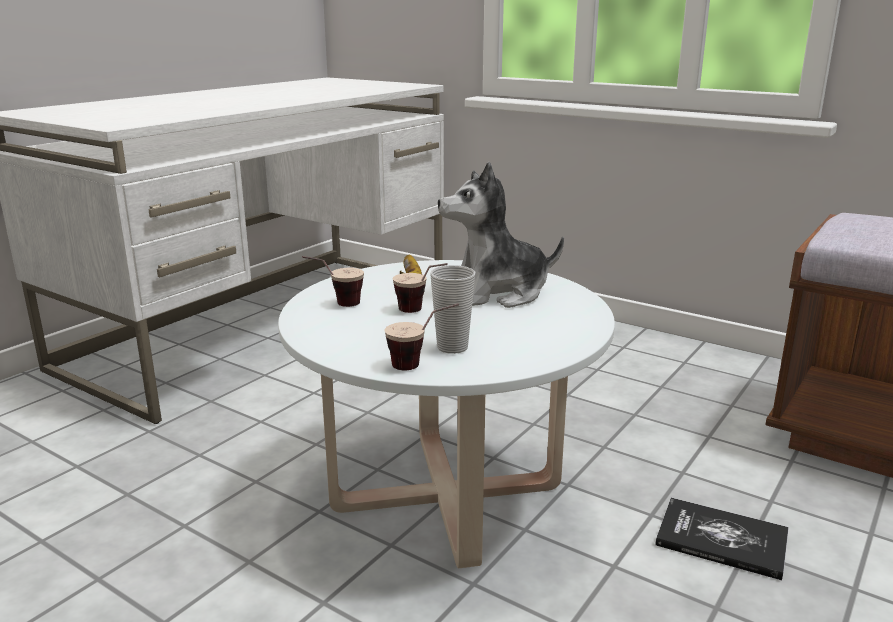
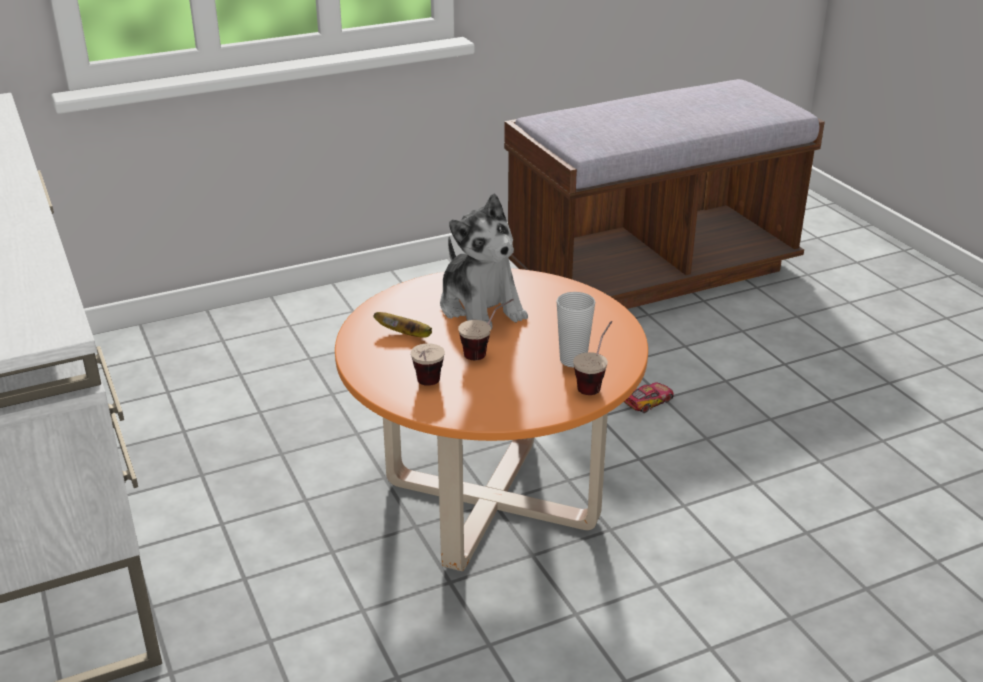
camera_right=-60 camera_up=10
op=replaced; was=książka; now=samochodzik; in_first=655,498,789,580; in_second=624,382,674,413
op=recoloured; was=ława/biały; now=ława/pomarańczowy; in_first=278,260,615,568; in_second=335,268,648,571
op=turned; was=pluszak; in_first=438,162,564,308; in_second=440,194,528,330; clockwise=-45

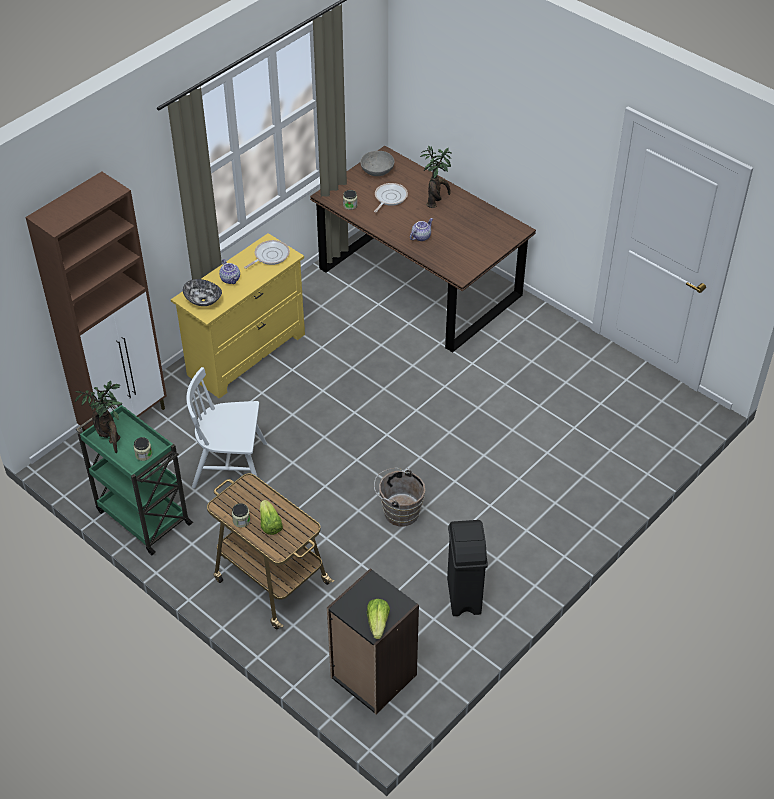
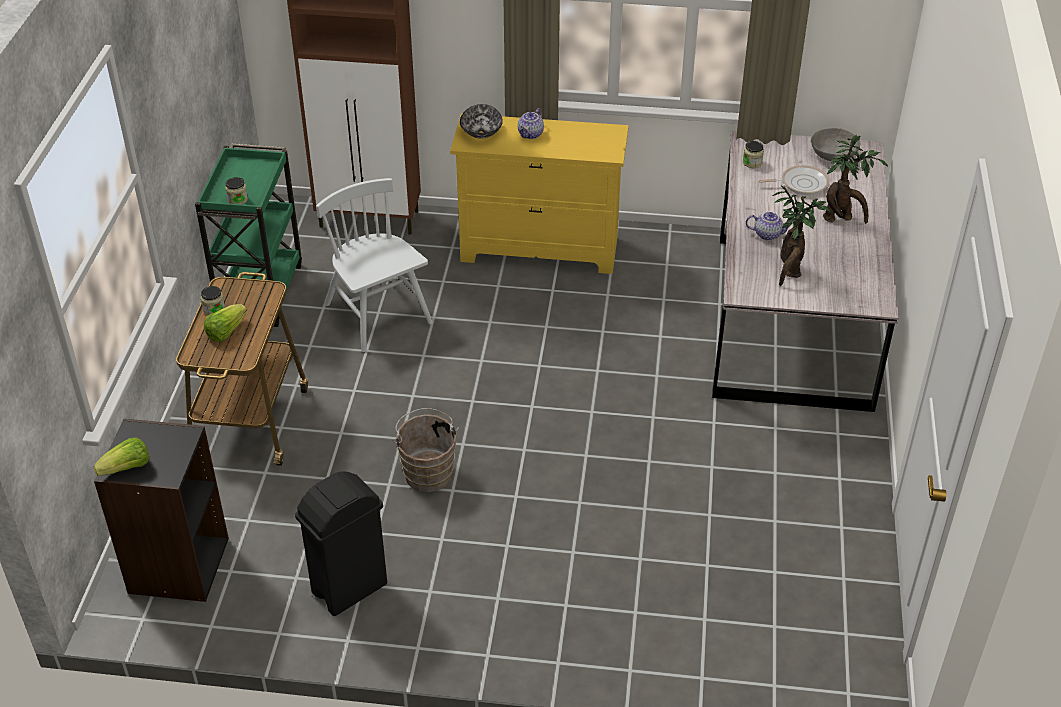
camera_right=55 camera_up=-5
op=removed; was=patelnia; in_first=244,240,290,269
op=moved; was=roślina doniczkowa; in_first=75,381,123,453; in_second=772,186,831,286
op=recoloured; was=stół jadalny/brązowy; now=stół jadalny/szary; in_first=310,146,536,353; in_second=712,131,899,412

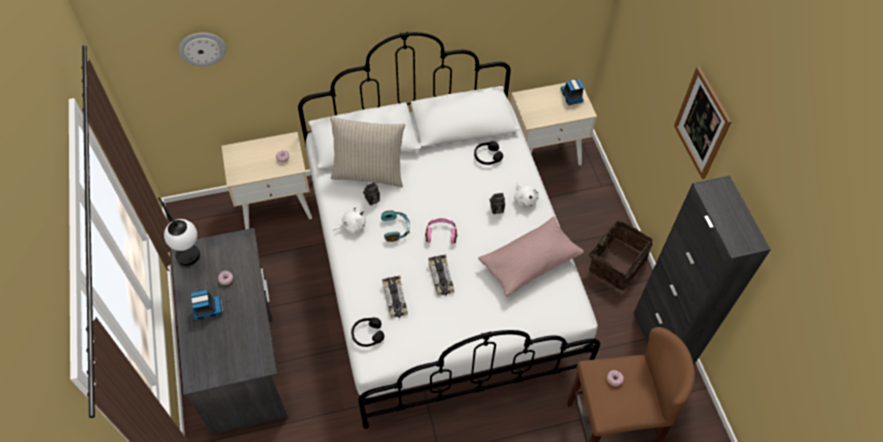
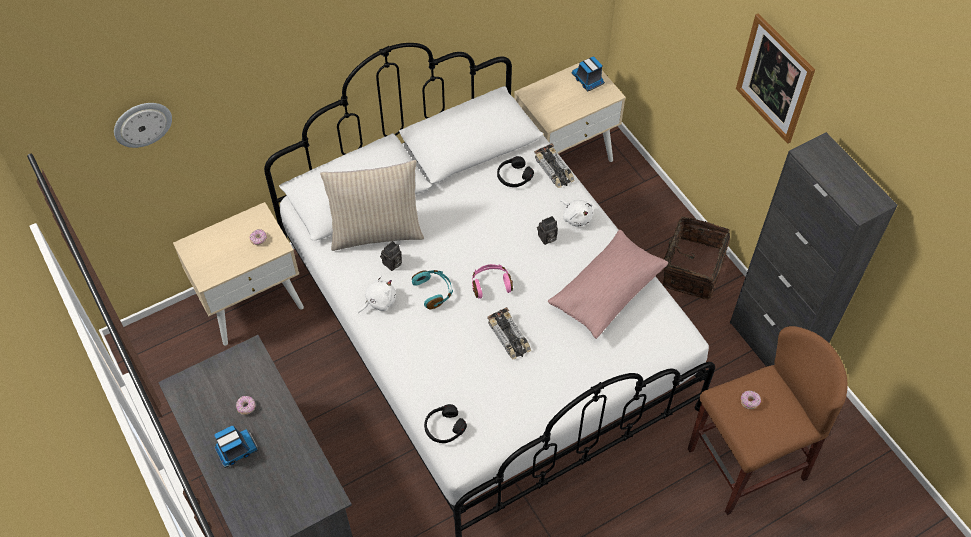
camera_right=-15 camera_up=0
op=removed; was=lampa stołowa; in_first=158,197,200,266
op=moved; was=samochodzik; in_first=382,276,408,318; in_second=535,143,575,188

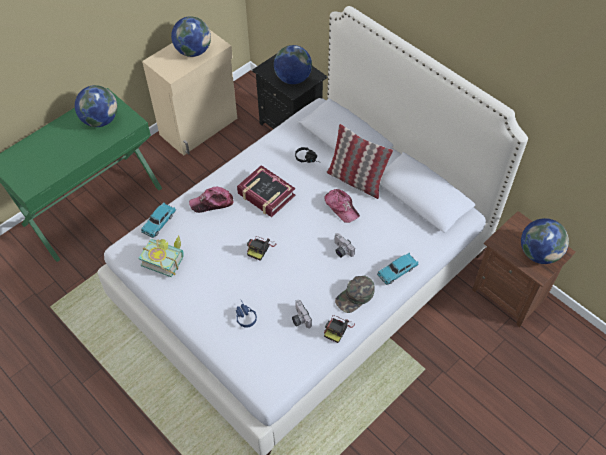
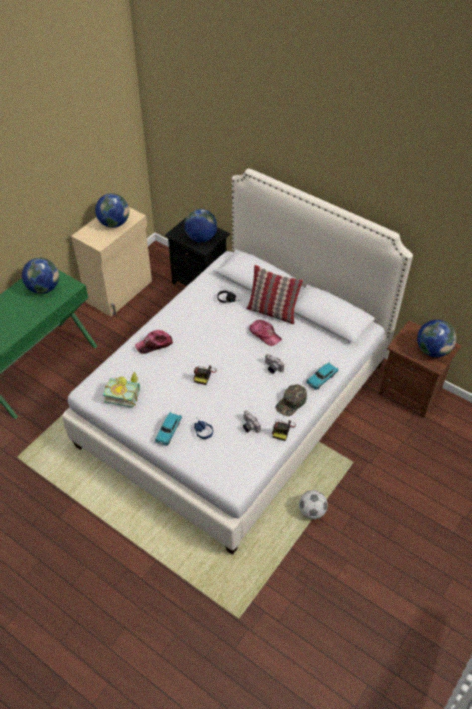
camera_right=-10 camera_up=-5
op=removed; was=książka; in_first=237,165,295,217
op=added; now=piłka futbolowa; in_second=299,490,328,519
op=moved; was=samochodzik/turkusowy; in_first=141,202,176,238; in_second=155,412,182,446

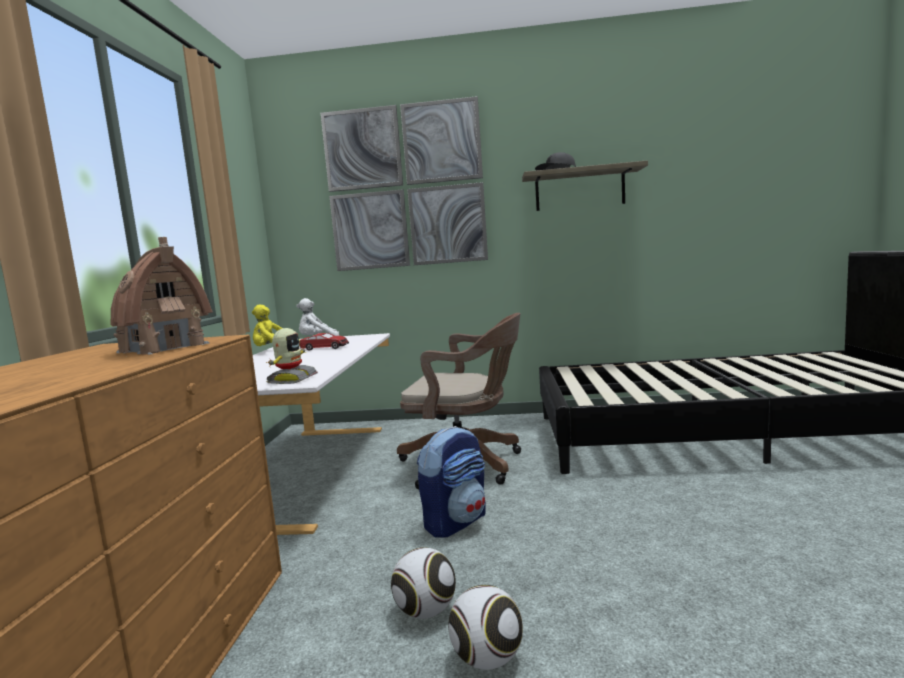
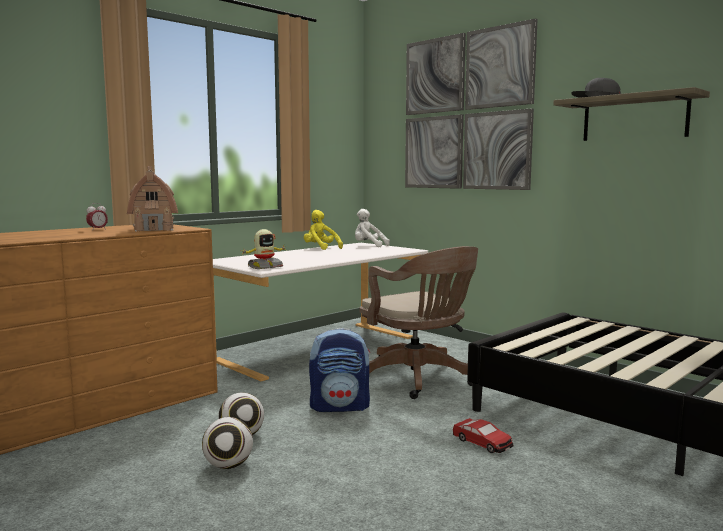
camera_right=40 camera_up=0
op=added; now=budzik; in_second=86,203,108,231
op=moved; was=samochodzik; in_first=299,333,349,351; in_second=453,418,513,453

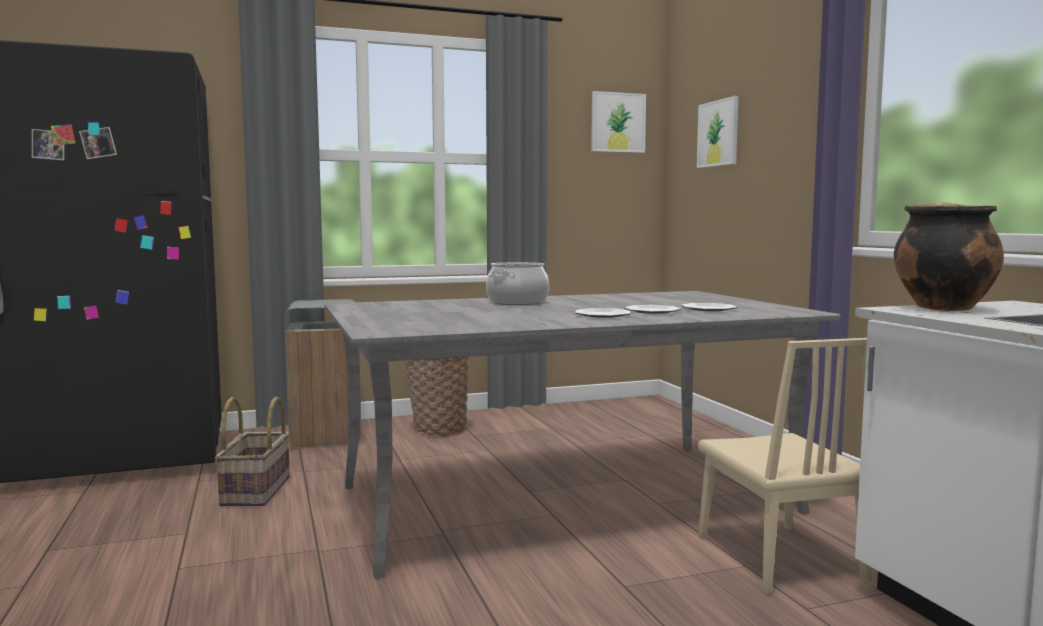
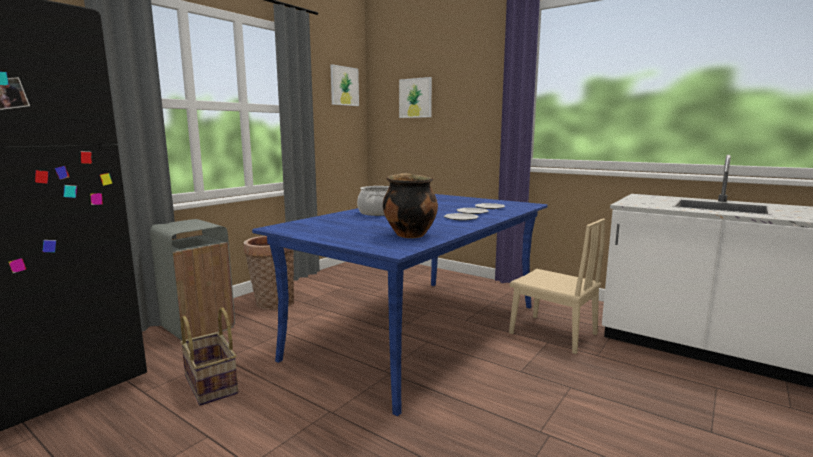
camera_right=-35 camera_up=5
op=moved; was=garnek; in_first=894,203,1004,311; in_second=383,173,438,238
op=recoloured; was=stół jadalny/szary; now=stół jadalny/niebieski; in_first=325,291,840,579; in_second=252,194,548,416

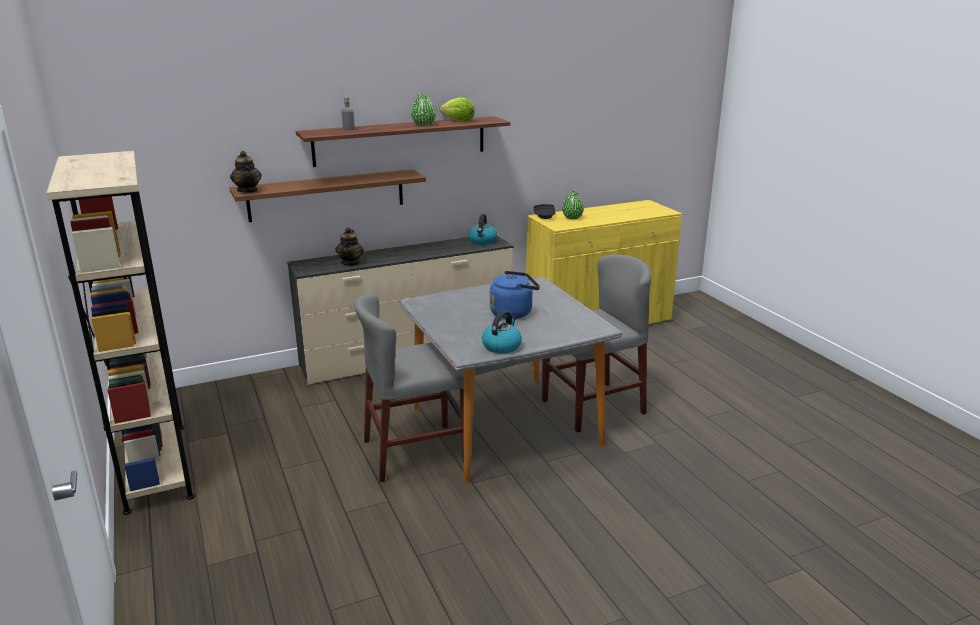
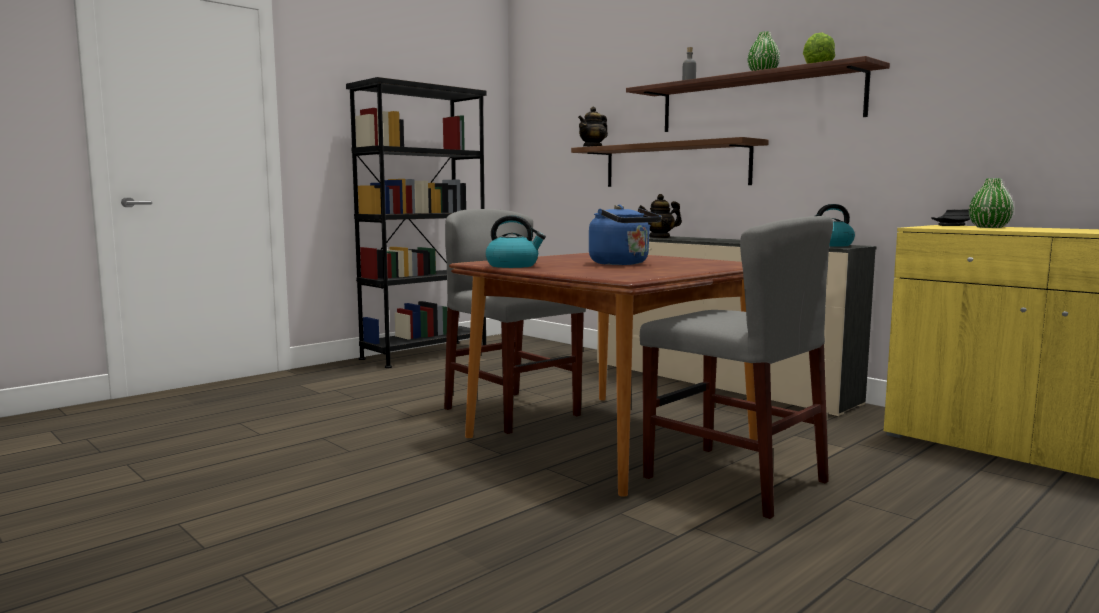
camera_right=70 camera_up=-15
op=recoloured; was=regał/beżowy; now=regał/czarny; in_first=46,151,195,515; in_second=346,77,487,368
op=recoloured; was=stół jadalny/szary; now=stół jadalny/brązowy; in_first=399,277,623,483; in_second=449,253,758,497

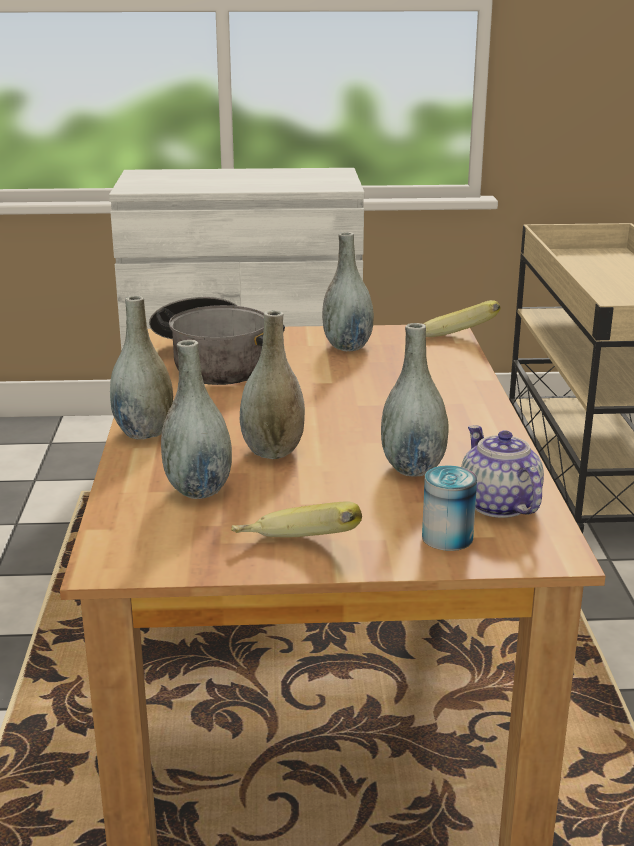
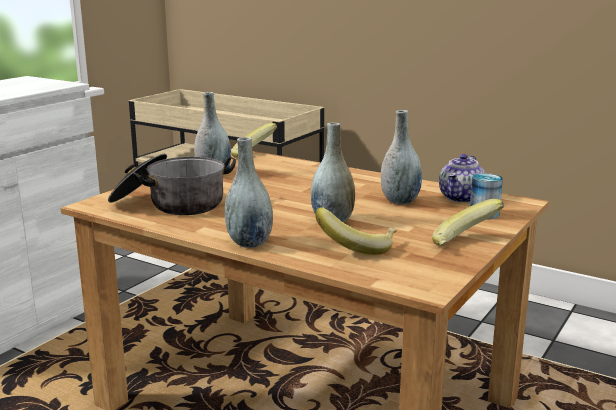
camera_right=-55 camera_up=-5
op=replaced; was=wazon/szary; now=banan; in_first=161,340,232,499; in_second=315,207,397,255
op=turned; was=imbryk; in_first=461,425,544,518; in_second=439,154,485,203; clockwise=-75

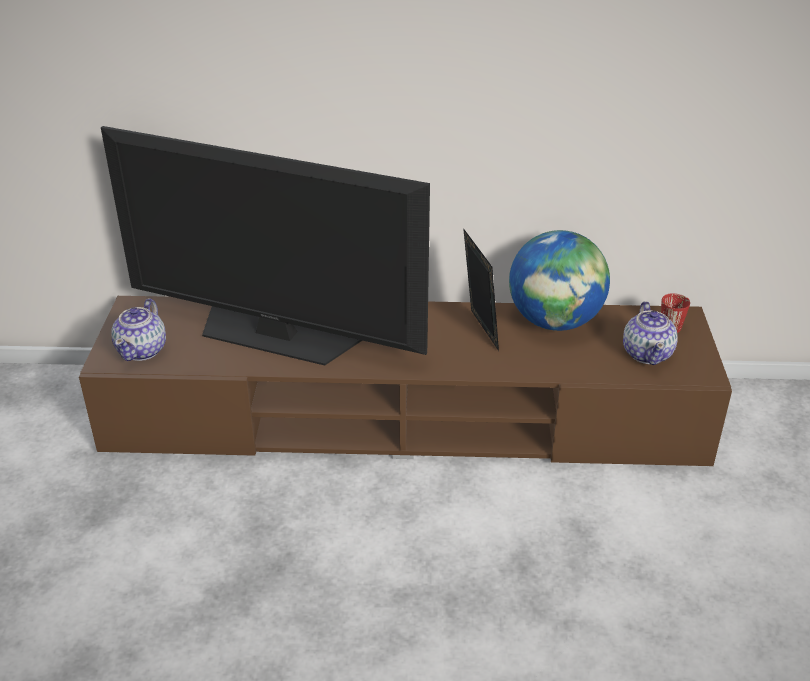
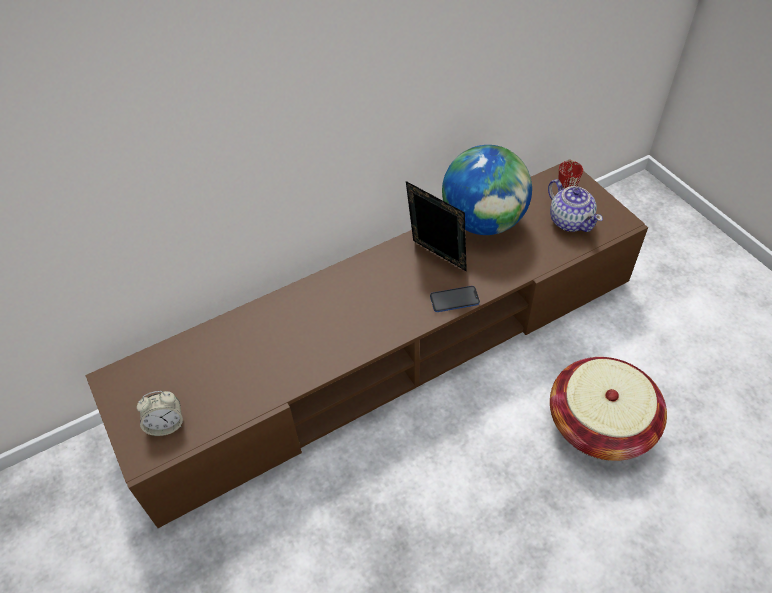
camera_right=-30 camera_up=15
op=removed; was=telewizor; in_first=101,126,430,366
op=added; now=telefon; in_second=430,286,480,312
op=added; now=koszyk; in_second=550,357,667,461
op=replaced; was=imbryk; now=budzik; in_first=111,298,166,361; in_second=137,391,183,436

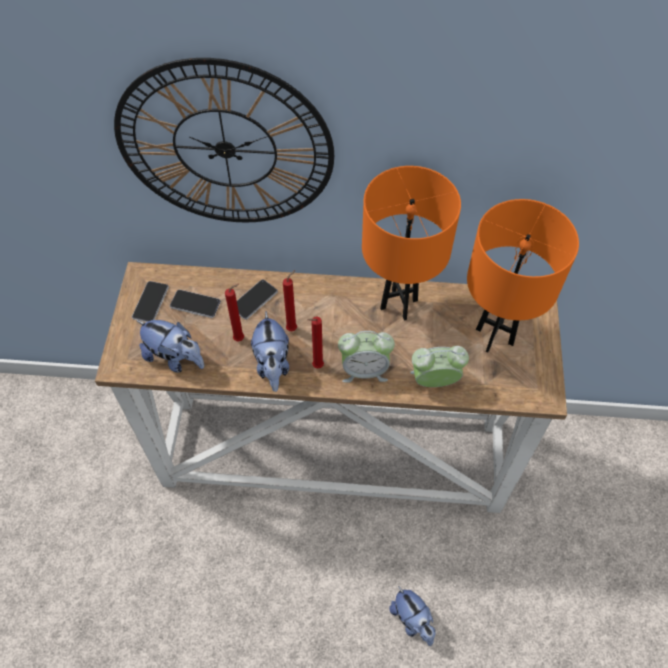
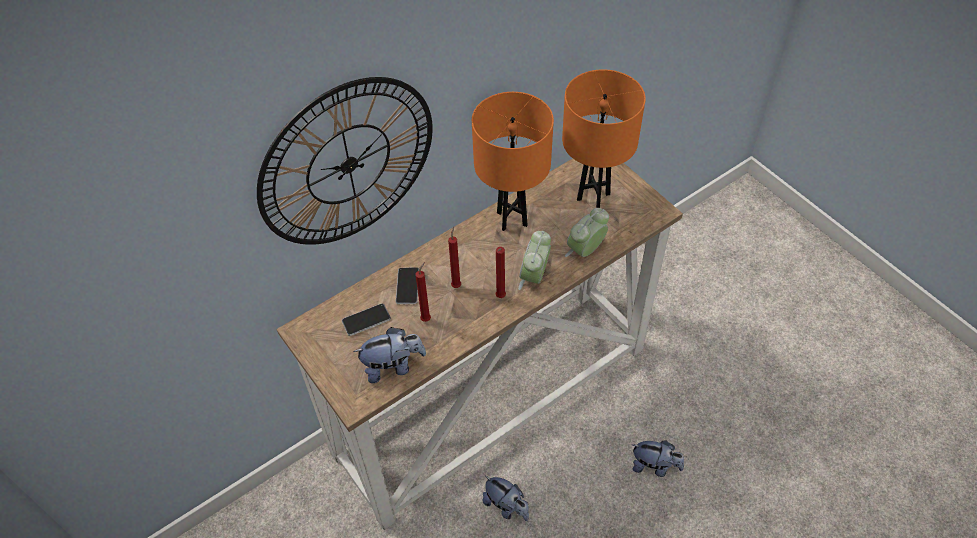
camera_right=-40 camera_up=-5
op=removed; was=telefon; in_first=132,281,169,322
op=moved; was=pluszak; in_first=251,312,289,392; in_second=483,476,529,521
op=turned; was=budzik; in_first=338,331,395,383; in_second=518,231,551,290; clockwise=150

